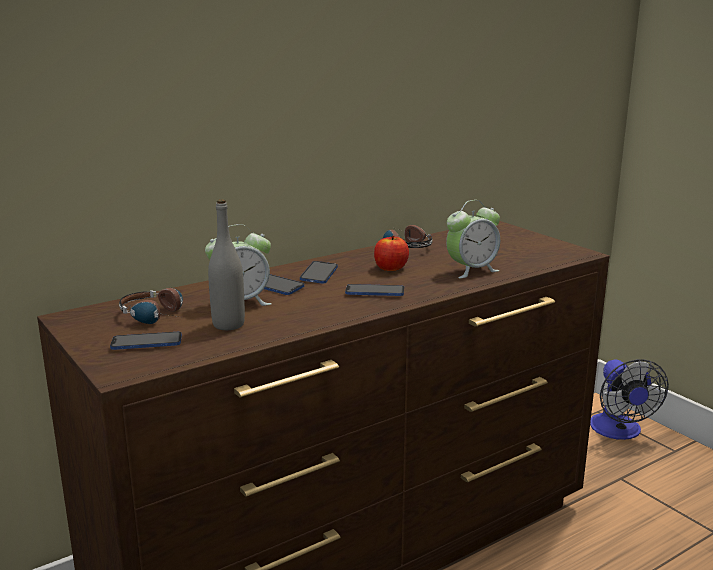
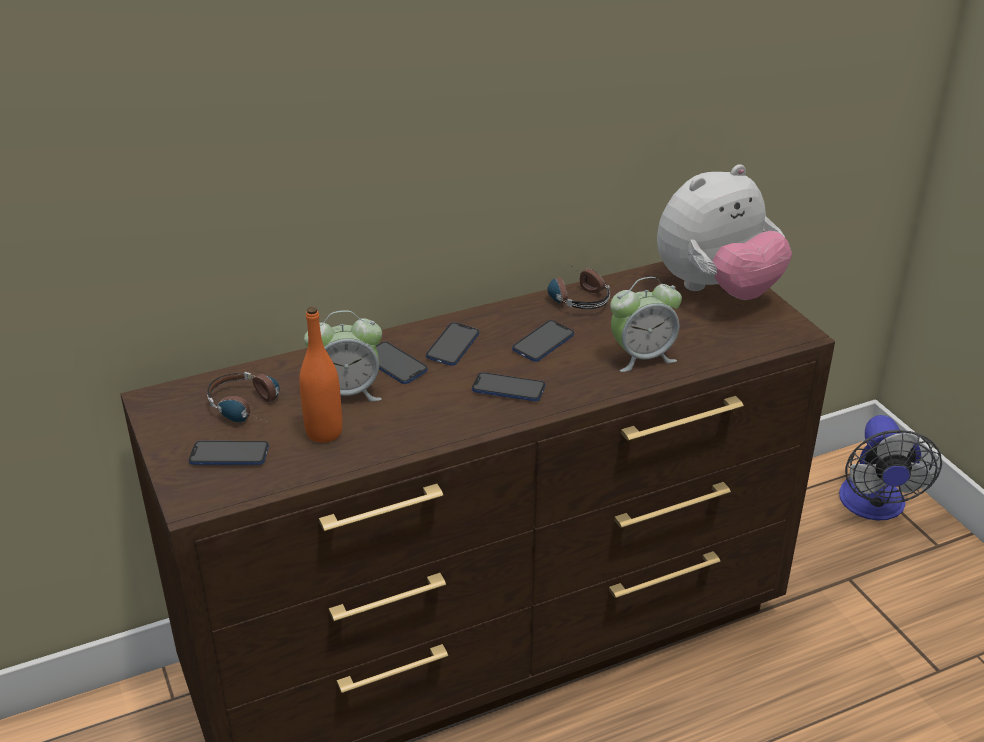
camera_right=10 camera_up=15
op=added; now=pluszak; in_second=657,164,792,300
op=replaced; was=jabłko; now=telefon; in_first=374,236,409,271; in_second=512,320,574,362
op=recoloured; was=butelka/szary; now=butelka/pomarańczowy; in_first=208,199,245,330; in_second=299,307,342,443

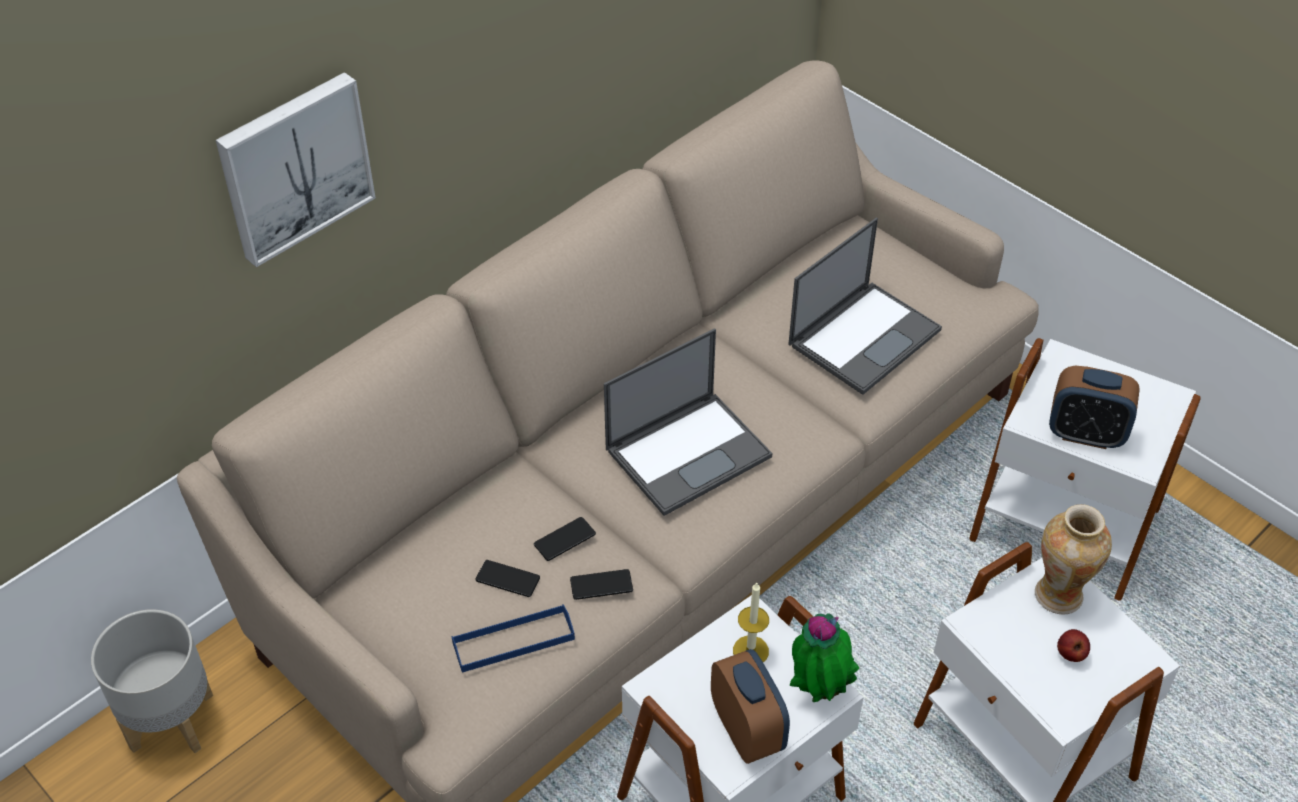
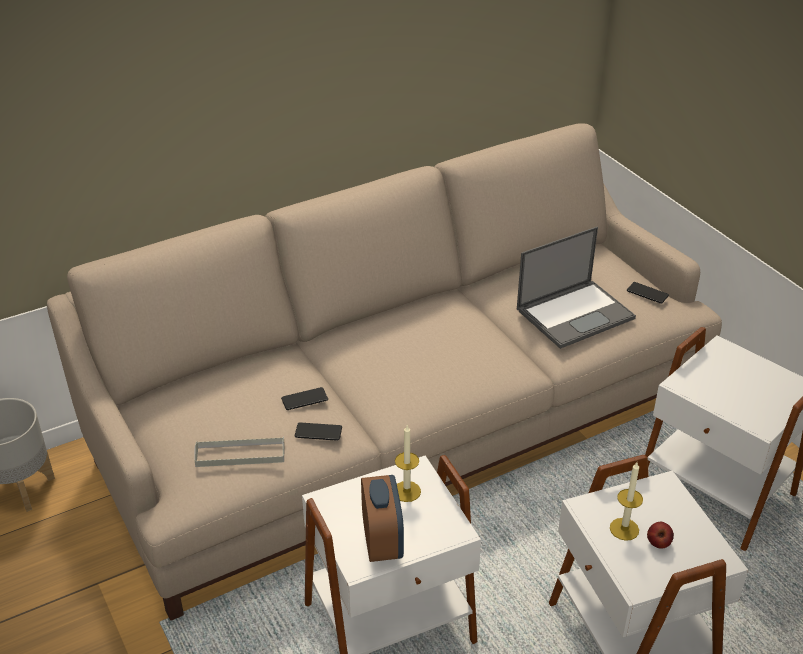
camera_right=15 camera_up=-10
op=removed; was=obraz; in_first=216,72,376,267
op=removed; was=laptop; in_first=604,328,772,516
op=removed; was=roślina doniczkowa; in_first=790,613,859,702
op=removed; was=wazon; in_first=1035,504,1112,614
op=removed; was=budzik; in_first=1049,366,1140,449
op=added; now=świeca; in_second=610,462,643,541
op=moved; was=telefon; in_first=475,560,540,597; in_second=627,282,669,304
op=recoloured; was=taca/niebieski; now=taca/szary; in_first=452,604,575,672; in_second=194,437,284,467

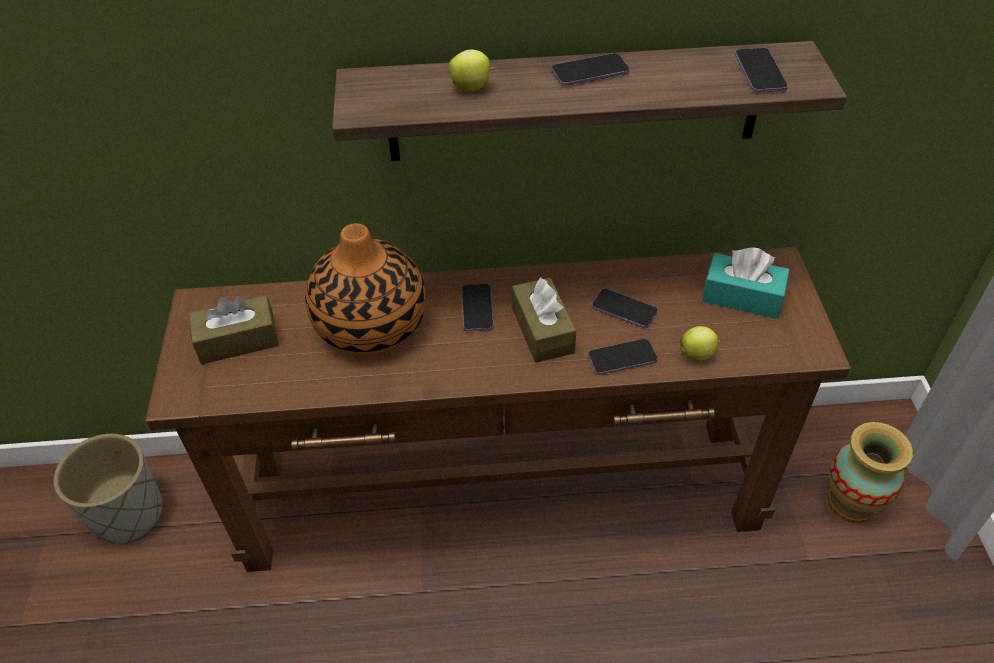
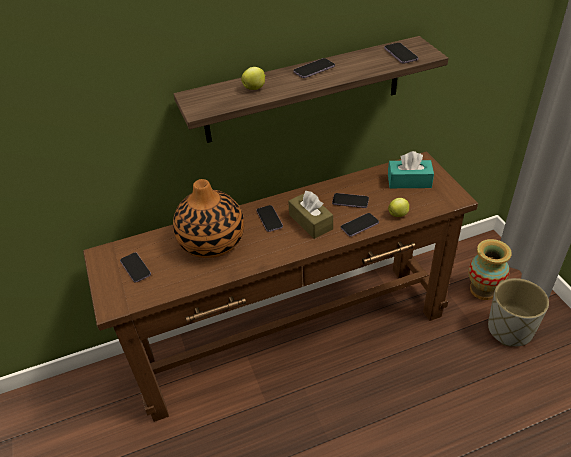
camera_right=-15 camera_up=-5
op=moved; was=donica/szary; in_first=54,434,163,544; in_second=488,278,549,347
op=replaced; was=pudełko chusteczek/brązowy; now=telefon; in_first=189,296,279,364; in_second=120,252,151,283

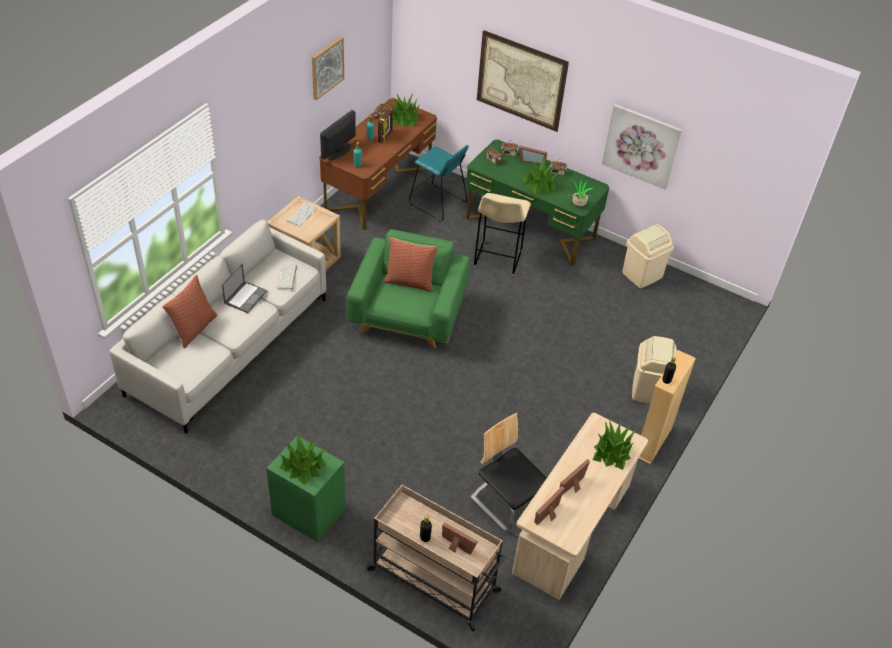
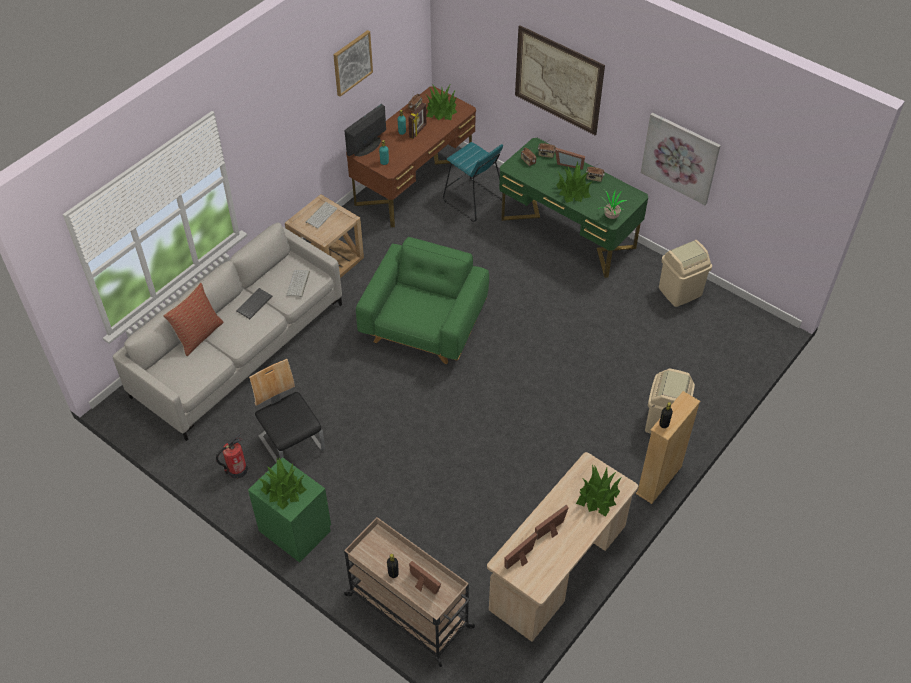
camera_right=10 camera_up=5
op=removed; was=poduszka; in_first=384,237,438,292
op=removed; was=stołek/beżowy; in_first=474,193,531,276
op=added; now=gaśnica; in_second=216,433,248,479
op=moved; was=krzesło; in_first=471,413,547,532; in_second=249,359,325,463
op=replaced; was=laptop; now=klawiatura; in_first=222,263,267,313; in_second=236,288,273,319

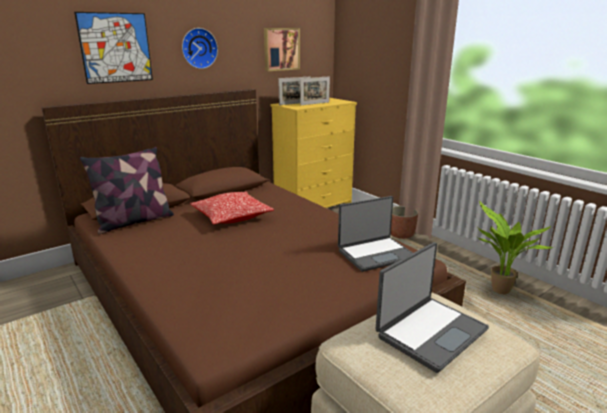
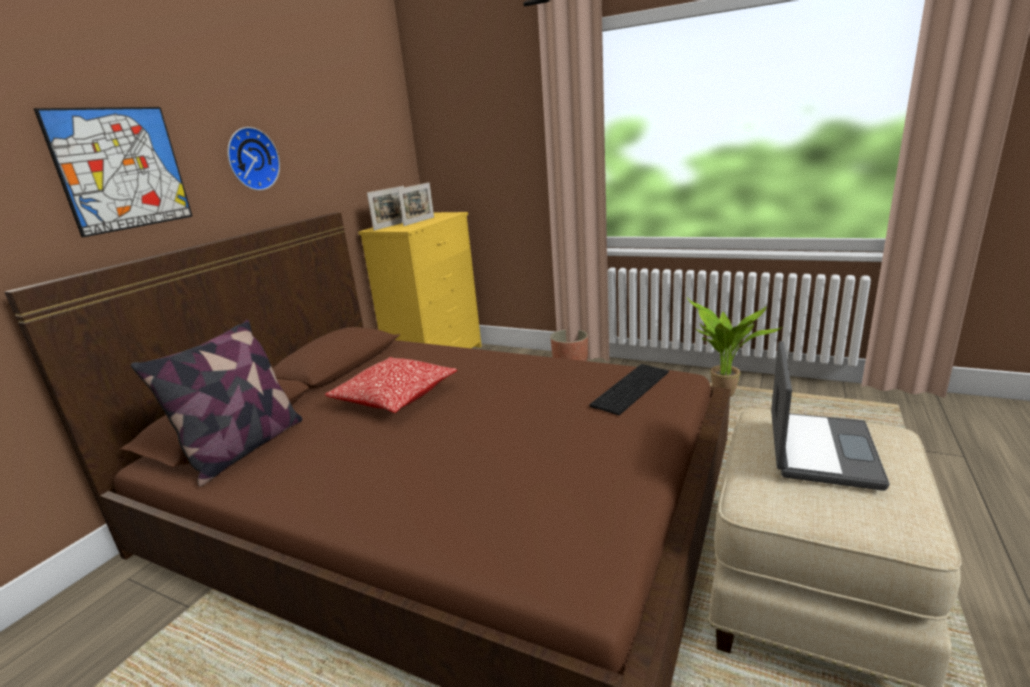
camera_right=-25 camera_up=0
op=removed; was=obraz; in_first=264,28,300,71
op=replaced; was=laptop; now=klawiatura; in_first=338,196,413,272; in_second=590,364,669,415

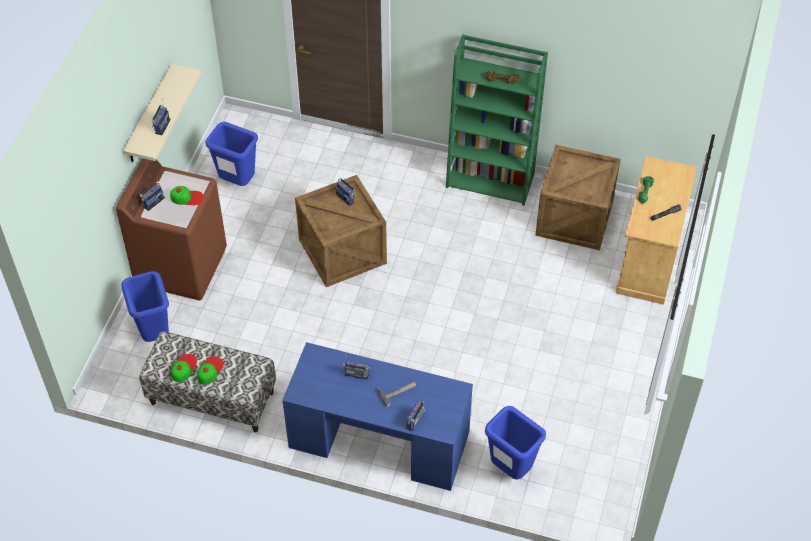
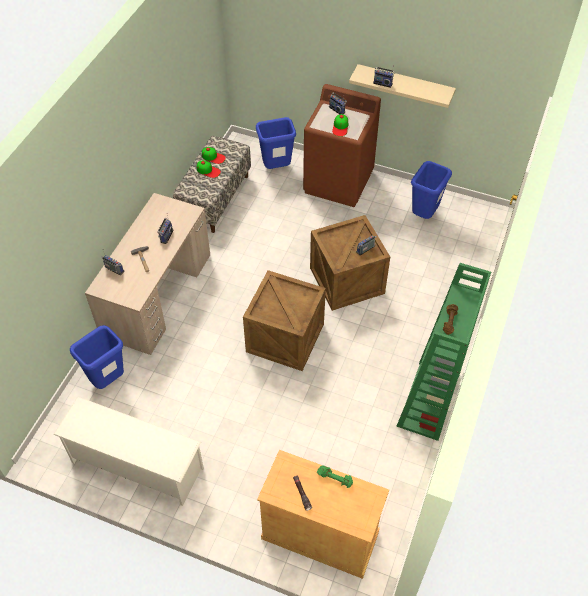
camera_right=95 camera_up=0
op=added; now=regał na buty/biały; in_second=53,396,204,506
op=moved; was=skrzynka; in_first=535,145,621,250; in_second=243,270,326,371
op=recoloured; was=biurko/niebieski; now=biurko/beżowy; in_first=282,342,473,491; in_second=85,193,210,355

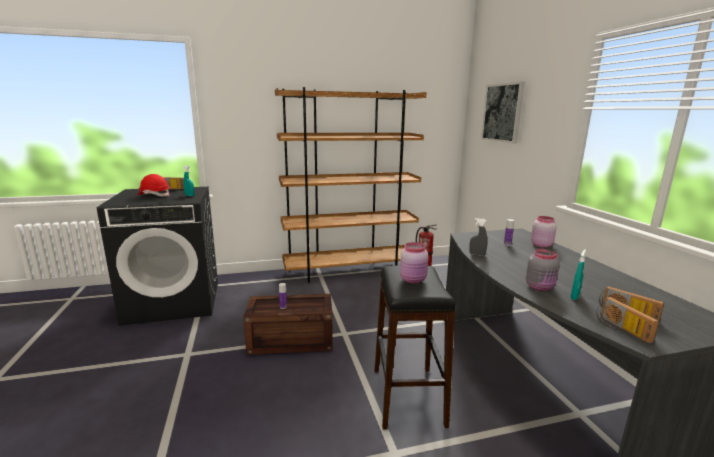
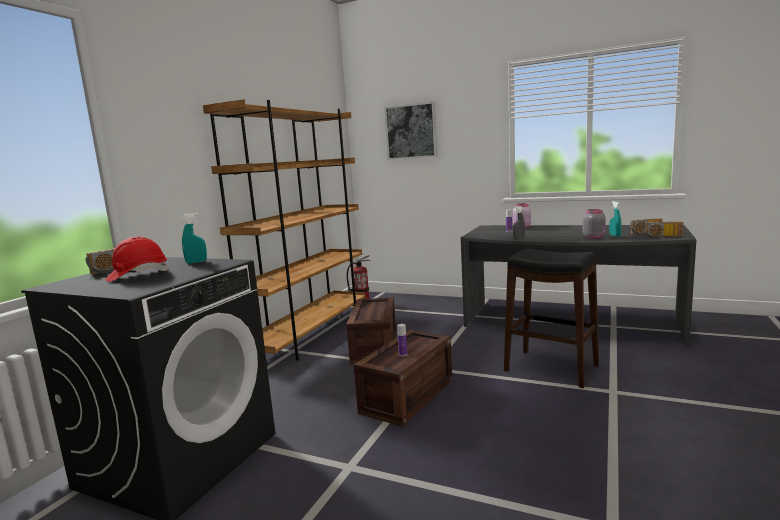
camera_right=-50 camera_up=-5
op=removed; was=słoik/różowy; in_first=400,242,428,283
op=added; now=skrzynka; in_second=346,297,396,364

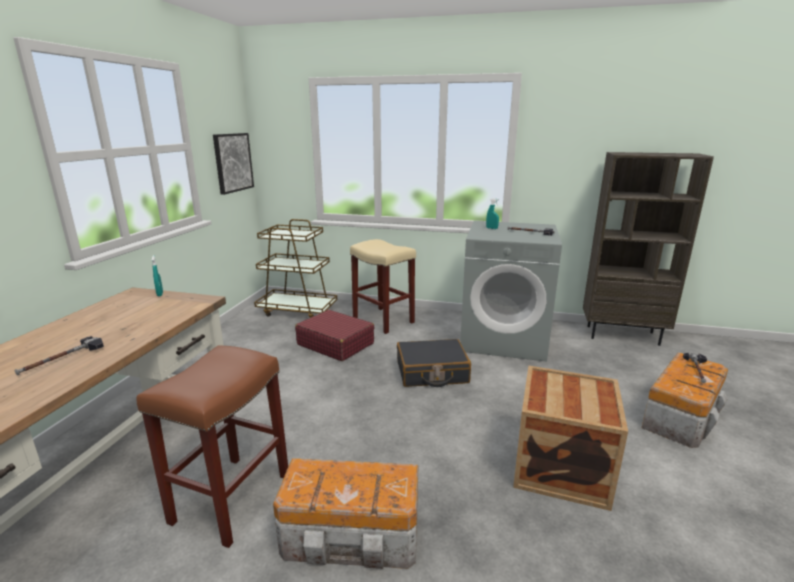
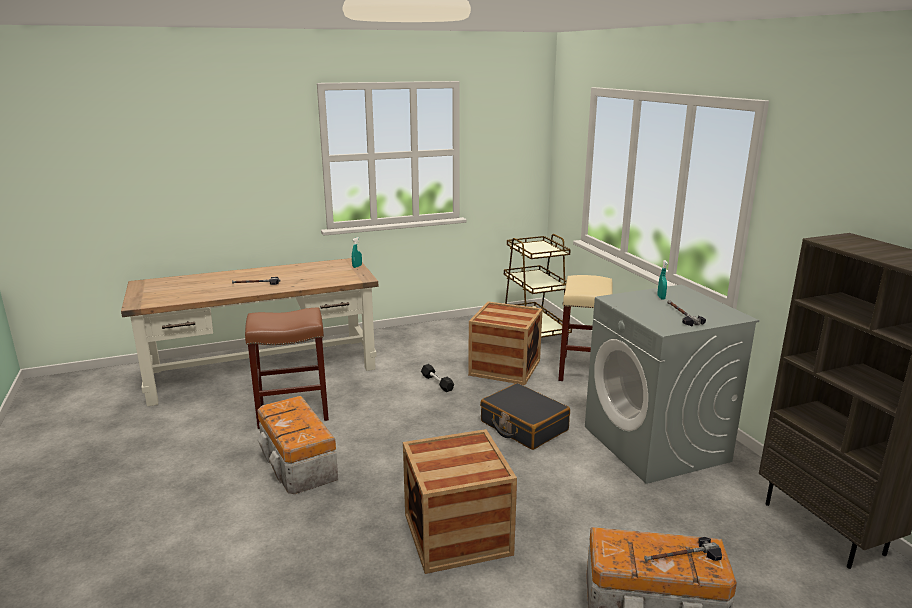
camera_right=55 camera_up=0
op=removed; was=obraz; in_first=213,133,254,195
op=added; now=hantel/czarny; in_second=421,364,454,392
op=replaced; was=walizka/czerwony; now=skrzynka; in_first=295,310,375,361; in_second=468,302,543,385

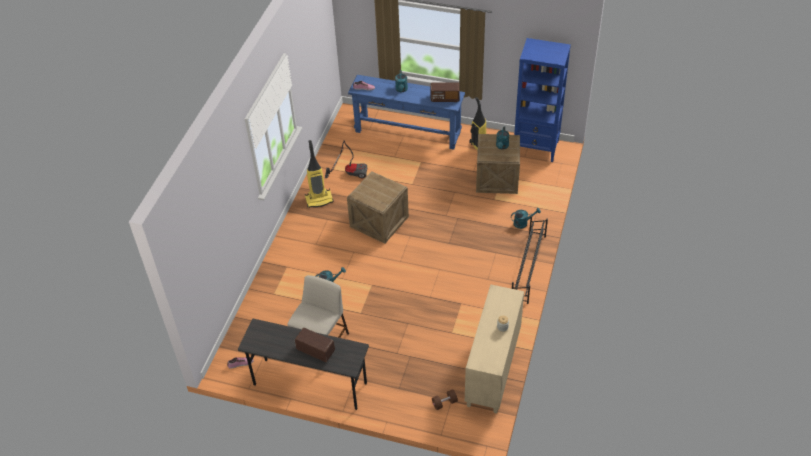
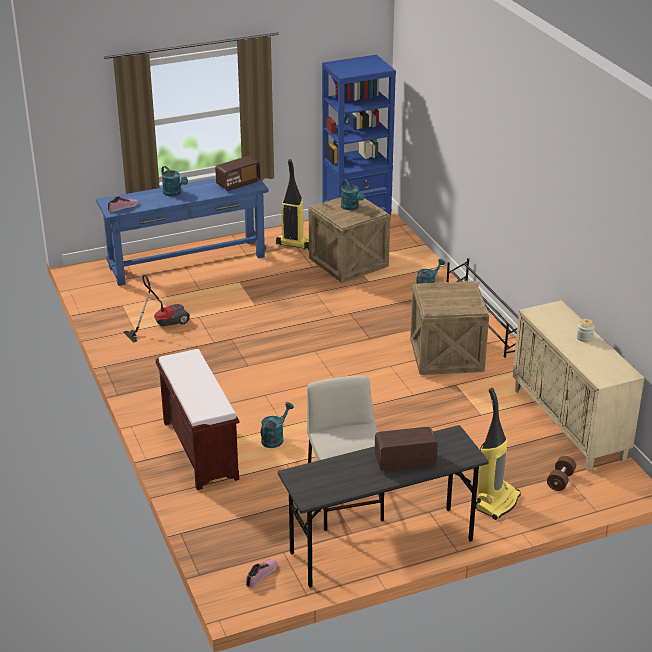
camera_right=-40 camera_up=-15
op=added; now=ławka/brązowy; in_second=156,349,239,490
op=moved; was=odkurzacz; in_first=305,140,334,208; in_second=475,388,521,520
op=moved; was=skrzynka; in_first=347,171,409,244; in_second=410,281,489,375

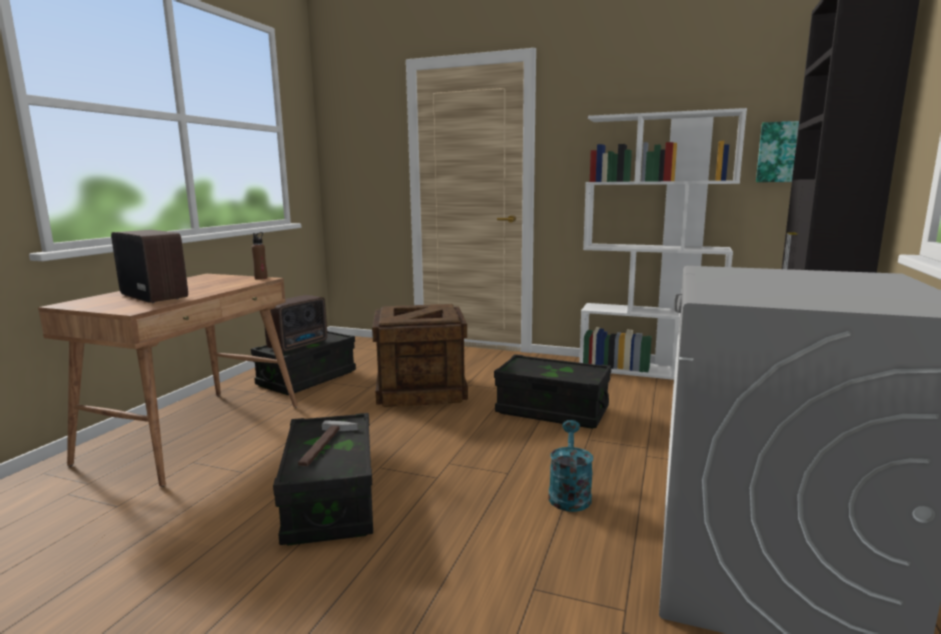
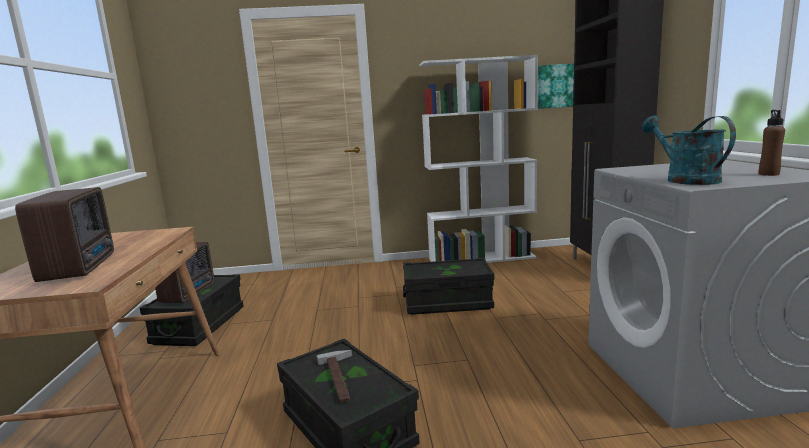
camera_right=-25 camera_up=0
op=removed; was=skrzynka; in_first=372,304,468,407
op=moved; was=butelka/brązowy; in_first=252,232,268,280; in_second=759,110,785,176
op=moved; was=konewka/turkusowy; in_first=548,420,593,512; in_second=642,116,736,185
op=turned; was=radio; in_first=111,230,188,303; in_second=15,187,114,282; clockwise=60

